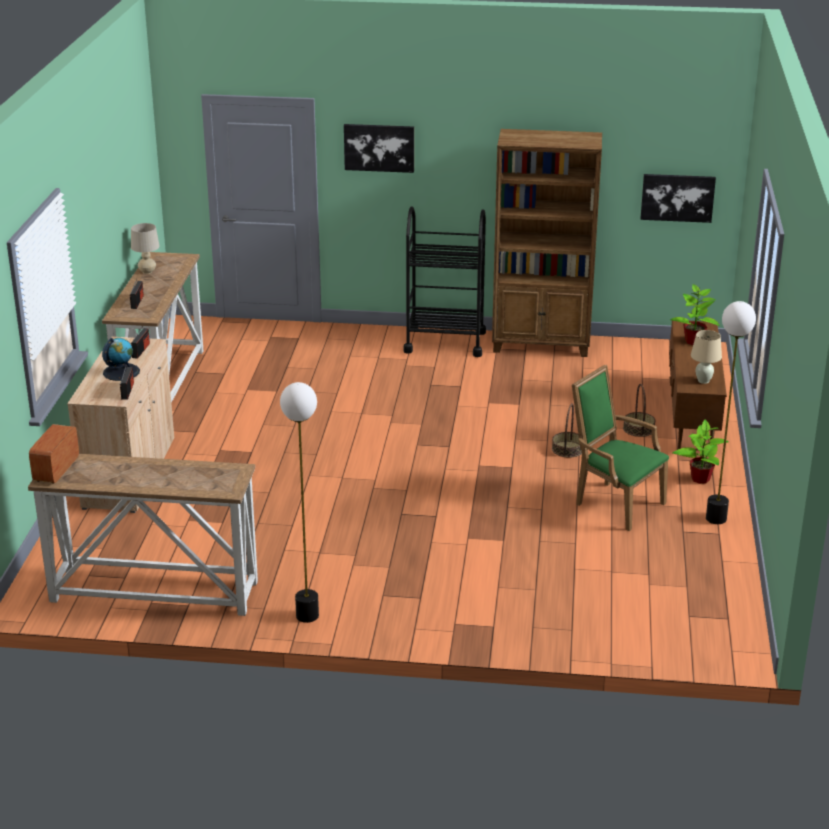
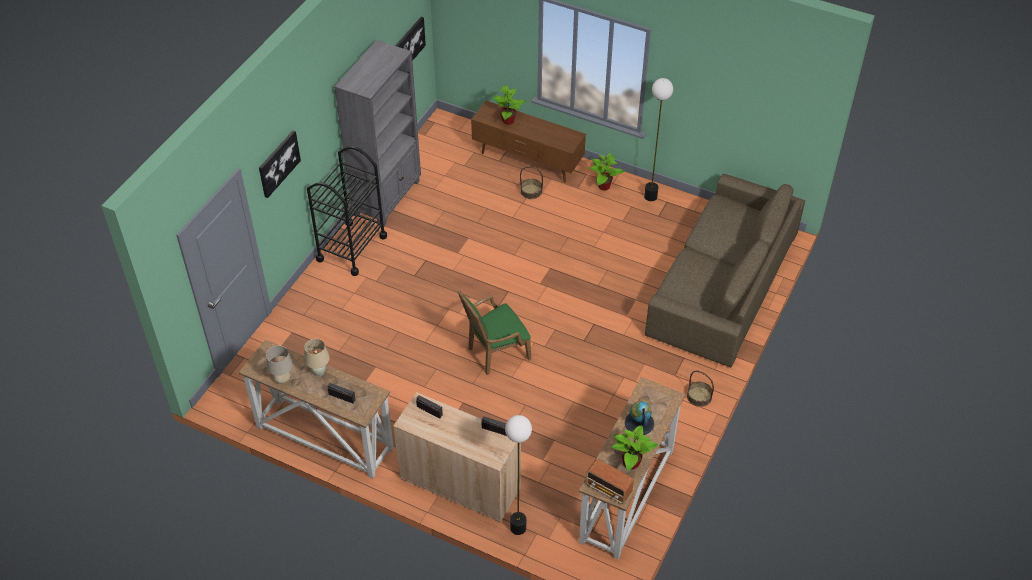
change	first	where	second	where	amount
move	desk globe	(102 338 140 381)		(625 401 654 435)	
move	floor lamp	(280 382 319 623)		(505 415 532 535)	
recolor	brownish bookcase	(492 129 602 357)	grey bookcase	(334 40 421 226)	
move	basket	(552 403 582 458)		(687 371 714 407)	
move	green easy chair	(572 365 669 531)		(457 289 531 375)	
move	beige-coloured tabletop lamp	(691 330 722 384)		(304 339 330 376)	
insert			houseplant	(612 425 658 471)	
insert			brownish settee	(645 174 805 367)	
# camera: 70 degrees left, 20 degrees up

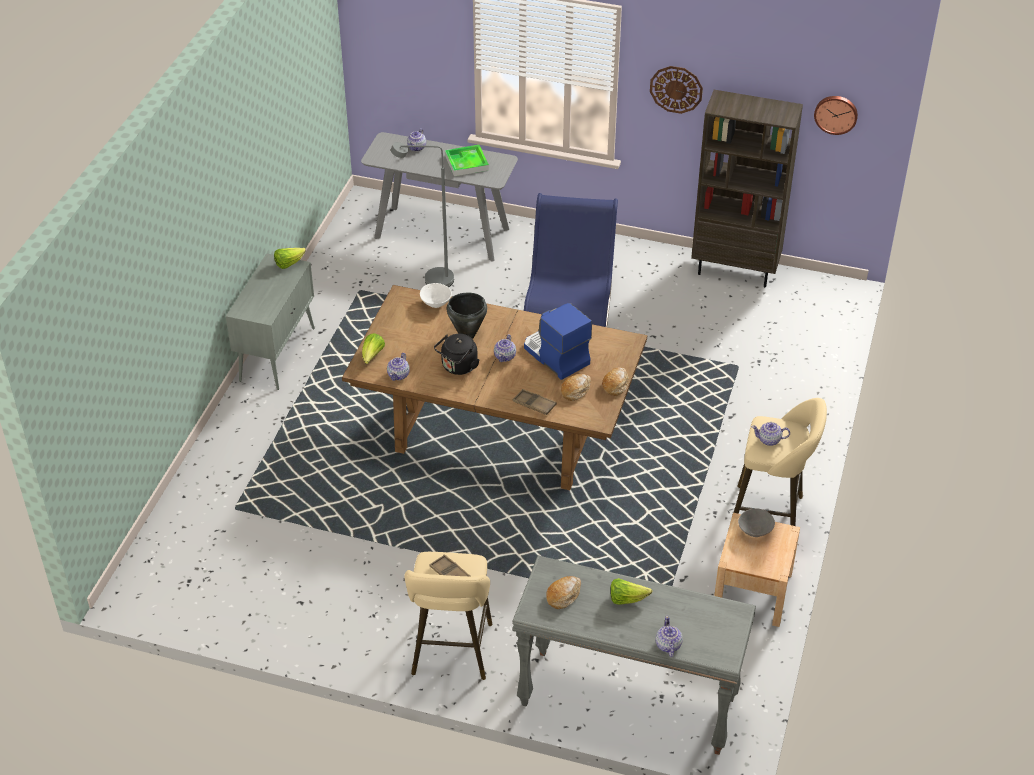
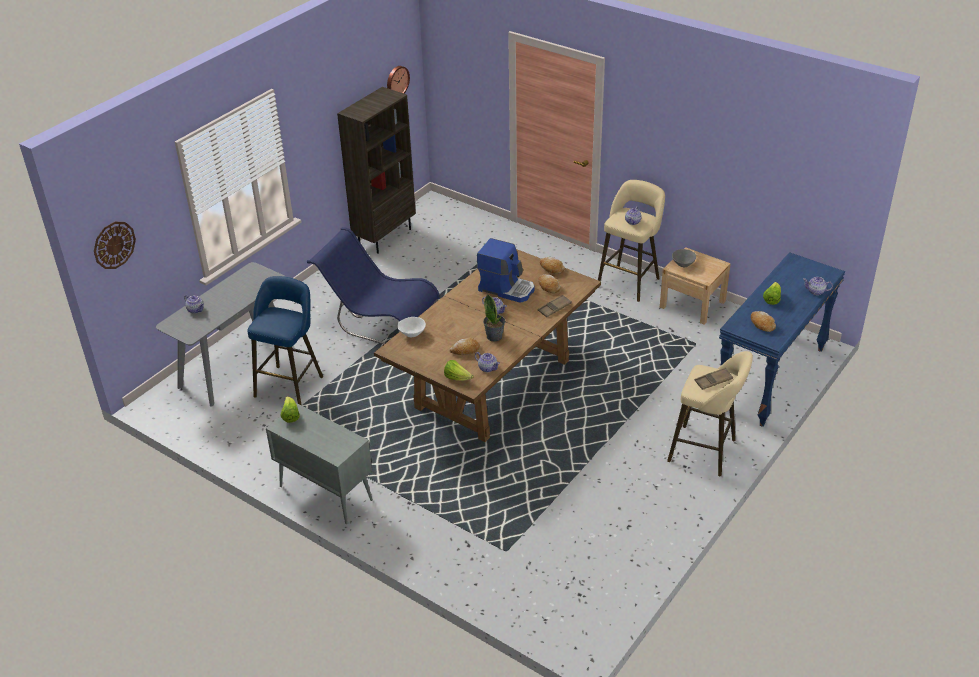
change	first	where	second	where	amount
replace	grey floor lamp	(391 142 454 287)	blue-coloured stool	(247 276 323 405)	
replace	black tea kettle	(434 334 479 375)	houseplant	(483 294 505 342)	
delete	tray	(445 145 489 176)			
delete	black saucepot	(447 293 487 339)			
recolor	grey narrow table	(512 555 756 755)	blue-coloured narrow table	(719 252 845 427)	
rotate	coffee maker	(524 303 592 380)		(477 238 535 303)	135 degrees counterclockwise
move	clock on the wall	(650 66 703 114)		(94 222 136 269)	
insert			bakery bread	(449 338 480 355)	
# camera: 70 degrees left, 5 degrees down

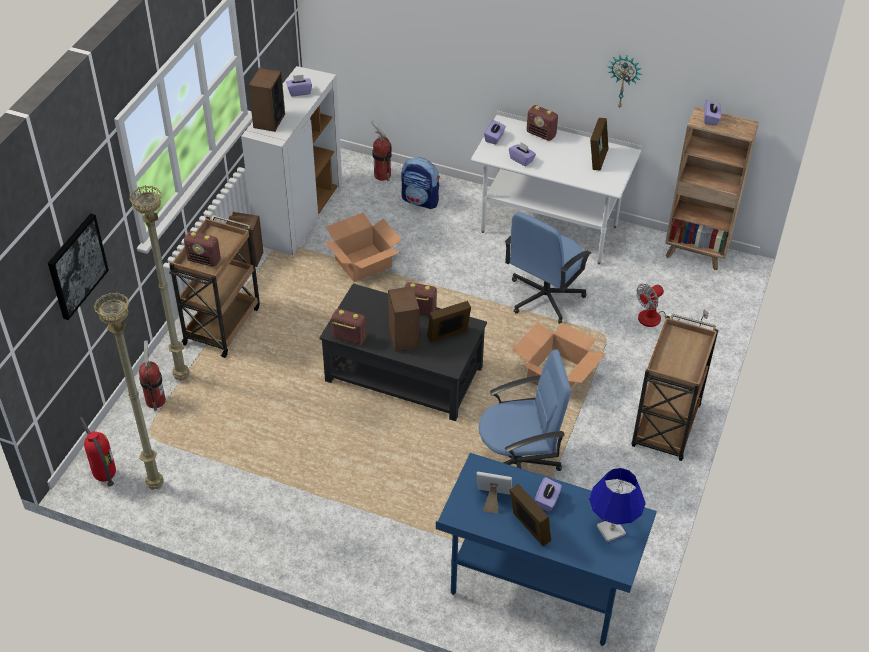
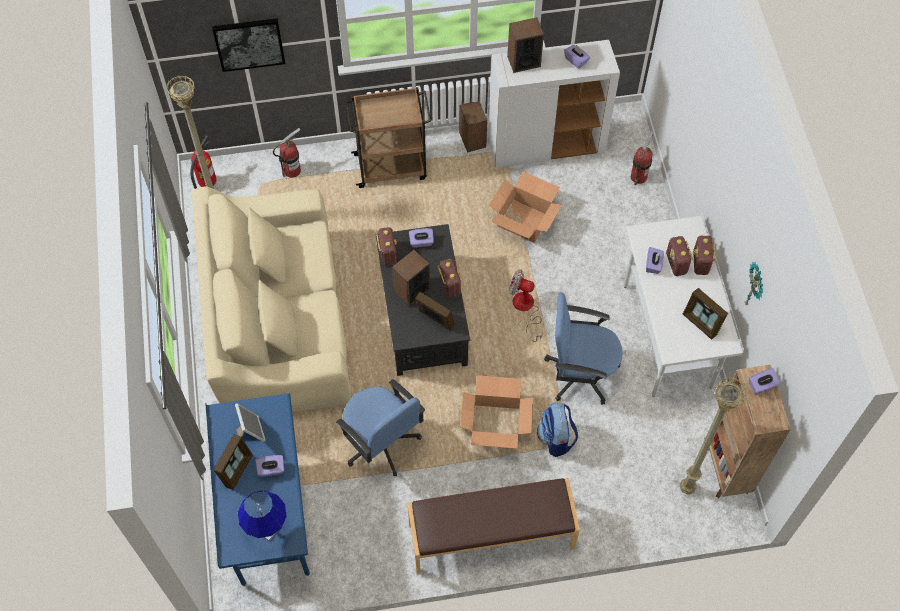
change	first	where	second	where	amount
move	beige-coloured floor lamp	(129 185 189 381)		(680 377 747 495)	
move	radio	(184 231 221 267)		(666 236 693 276)	
move	knapsack	(401 157 440 209)		(537 402 578 457)	
move	purple tissue box	(484 120 506 145)		(409 228 434 248)	
rotate	standing frame	(590 118 609 171)		(683 288 728 339)	60 degrees clockwise
replace	brownish wheeled cart	(632 314 718 461)	brownish long seat	(407 478 580 574)	
move	fan	(636 284 708 327)		(509 269 543 342)	
insert			beige-coloured settee	(192 186 351 413)	
# camera: 60 degrees right, 15 degrees up

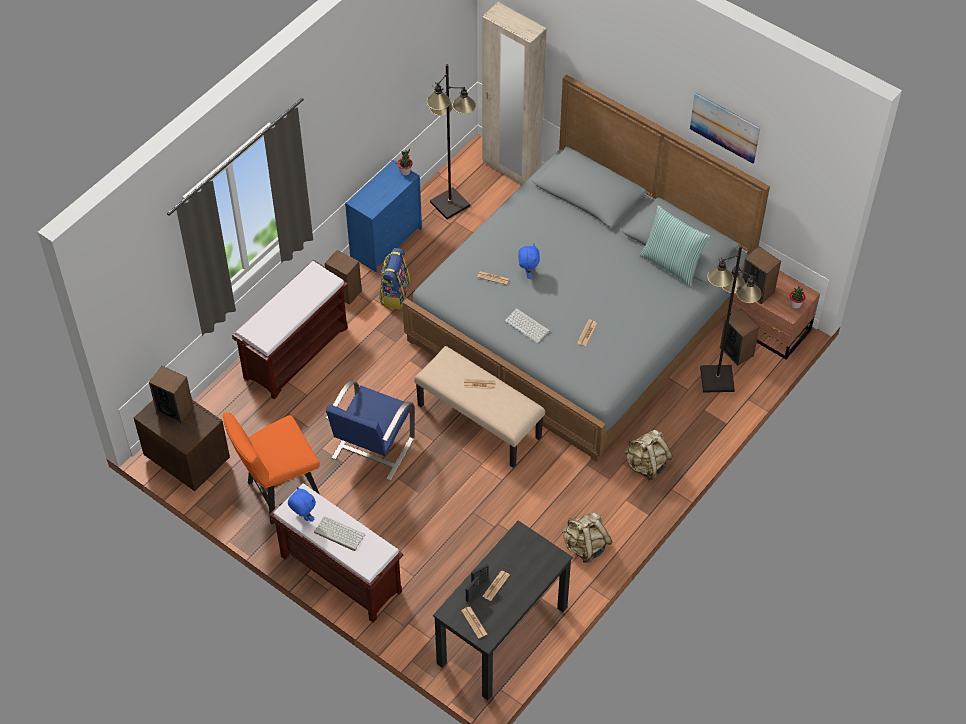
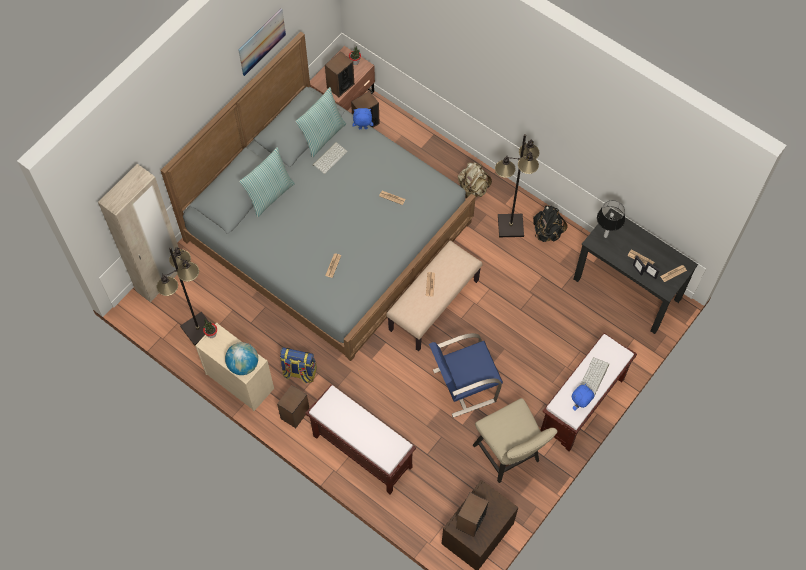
change	first	where	second	where	amount
recolor	orange-coloured plain chair	(223 412 320 525)	beige-coloured plain chair	(473 398 557 483)	
rotate	blue-coloured plain chair	(325 381 415 481)		(429 333 503 418)	135 degrees clockwise
recolor	blue-coloured chest of drawers	(345 160 422 273)	beige-coloured chest of drawers	(195 323 274 411)	
move	keyboard	(505 308 550 343)		(313 142 348 174)	
move	blue-coloured cuddly toy	(518 244 540 279)		(352 108 373 129)	
recolor	beige-coloured knapsack	(562 512 613 563)	black knapsack	(533 206 567 242)	
move	black floor lamp	(700 245 762 393)		(495 134 540 237)	
insert			desk globe	(225 342 258 375)	
insert			cushion	(239 147 295 217)	
insert			tabletop lamp	(597 200 625 238)	
# camera: 90 degrees left, 10 degrees up

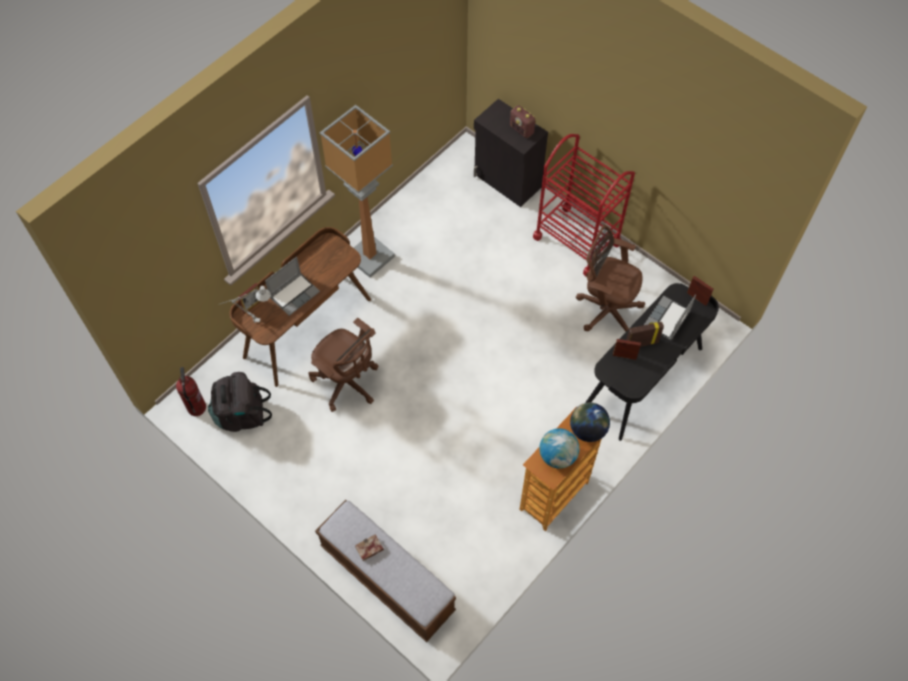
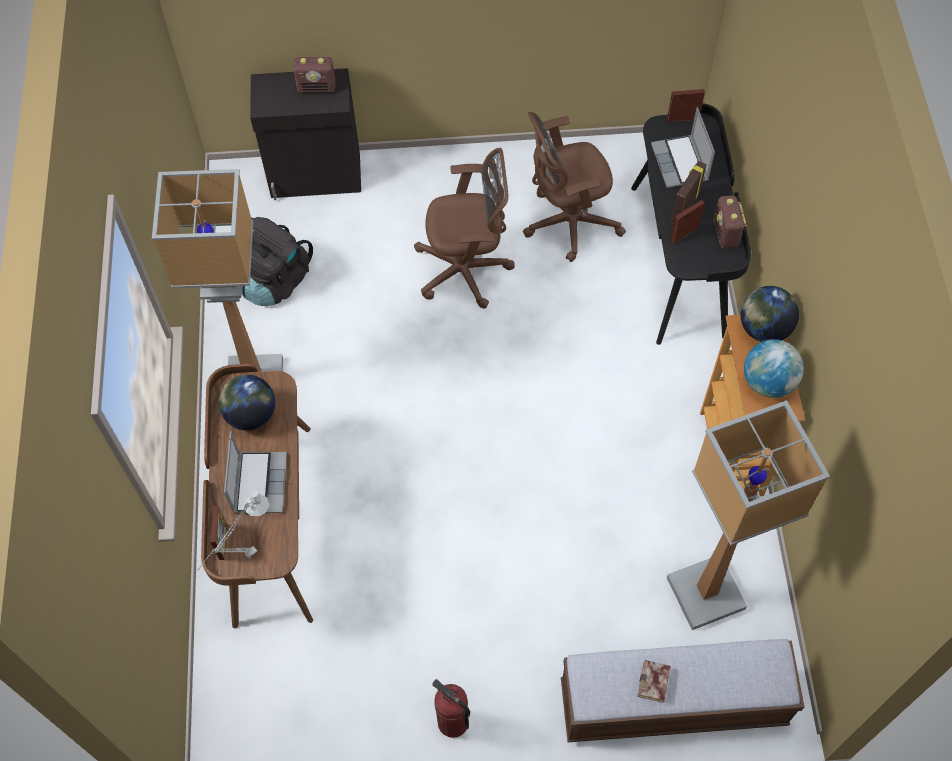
change	first	where	second	where	amount
move	extinguisher	(176 367 206 416)		(432 679 470 738)	
move	black knapsack	(208 372 272 432)		(242 217 313 306)	
move	brownish desk chair	(308 318 379 412)		(414 148 515 308)	
delete	red wheeled cart	(533 134 635 276)			
insert			desk globe	(219 375 275 431)	
insert			floor lamp	(667 400 830 630)	
insert			radio	(713 196 747 248)	
# camera: 45 degrees left, 0 degrees up

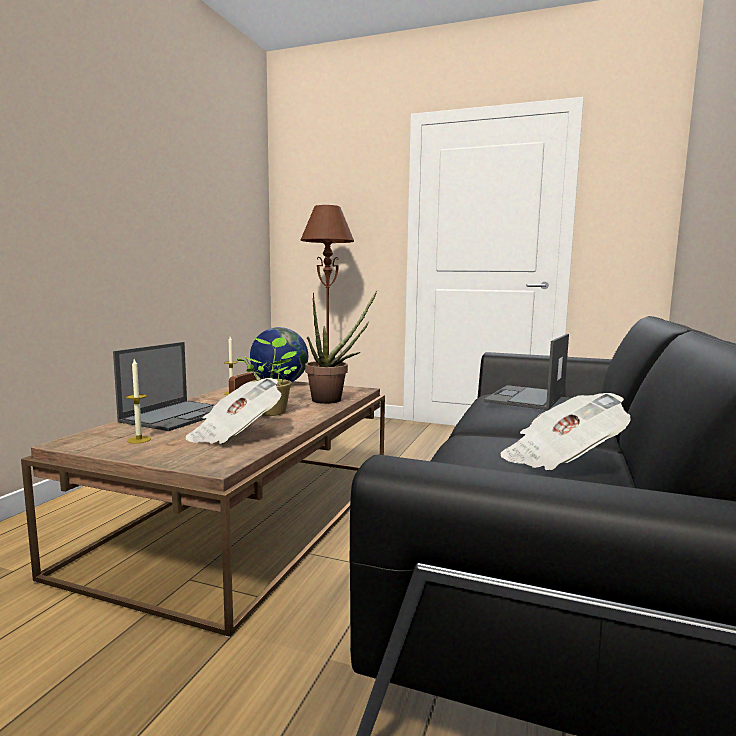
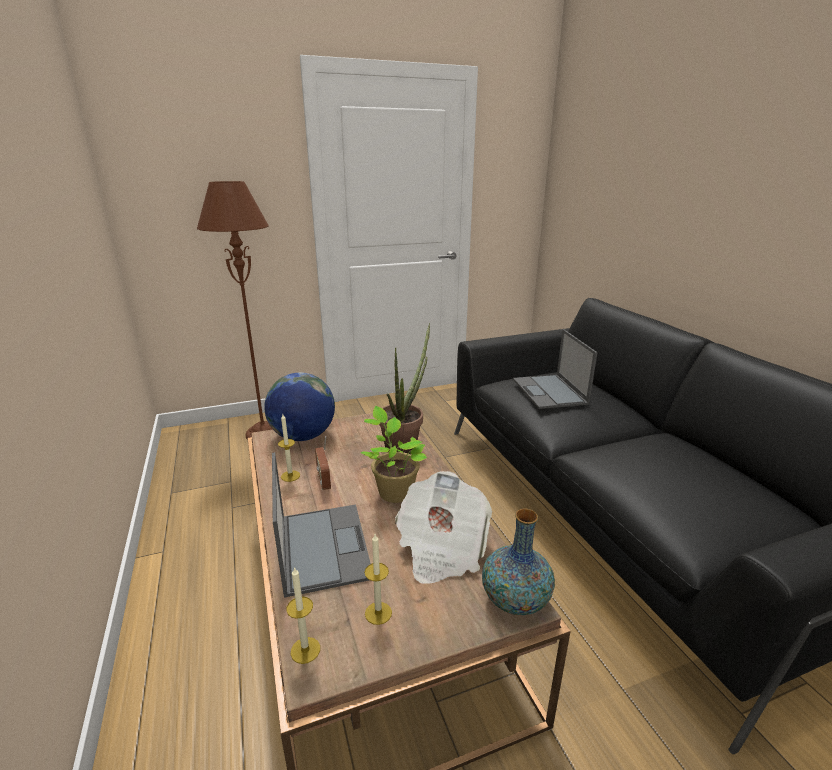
change	first	where	second	where	amount
delete	printed paper	(501 393 631 470)			
insert			candle	(286 567 320 664)	
insert			vase	(482 508 555 615)	
# camera: 40 degrees left, 15 degrees up

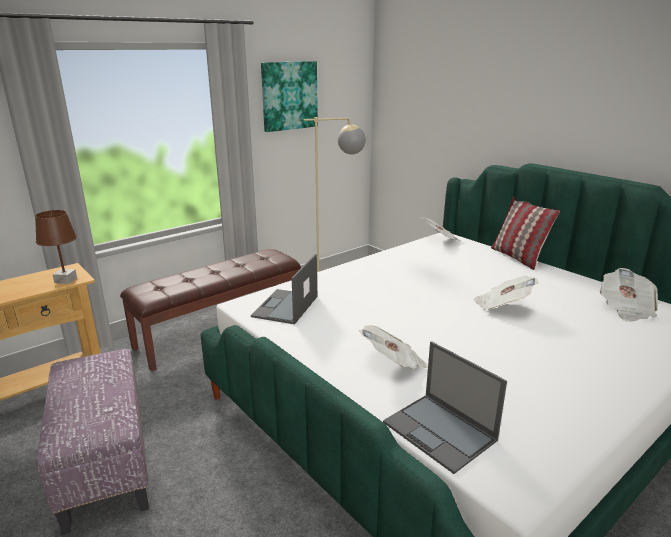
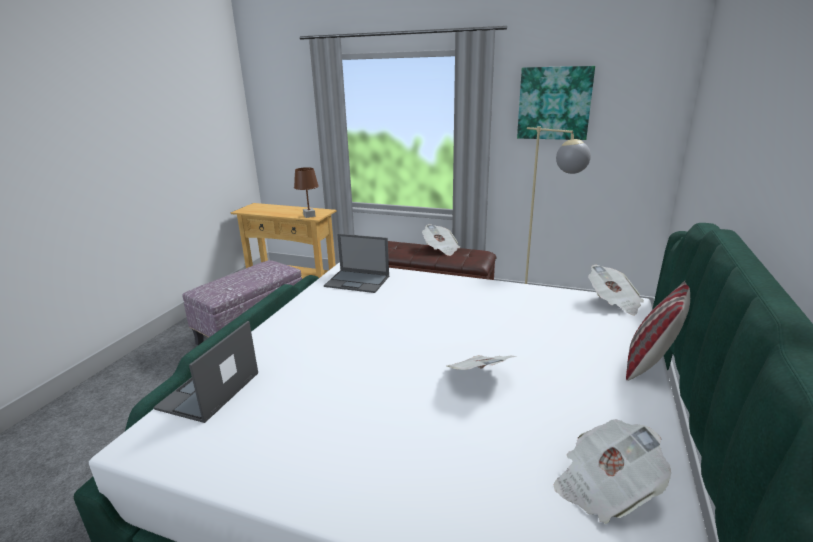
change	first	where	second	where	amount
rotate	laptop	(251 254 317 324)		(324 234 389 293)	150 degrees counterclockwise
move	printed paper	(359 325 428 369)		(422 224 460 256)	
# camera: 60 degrees right, 0 degrees up

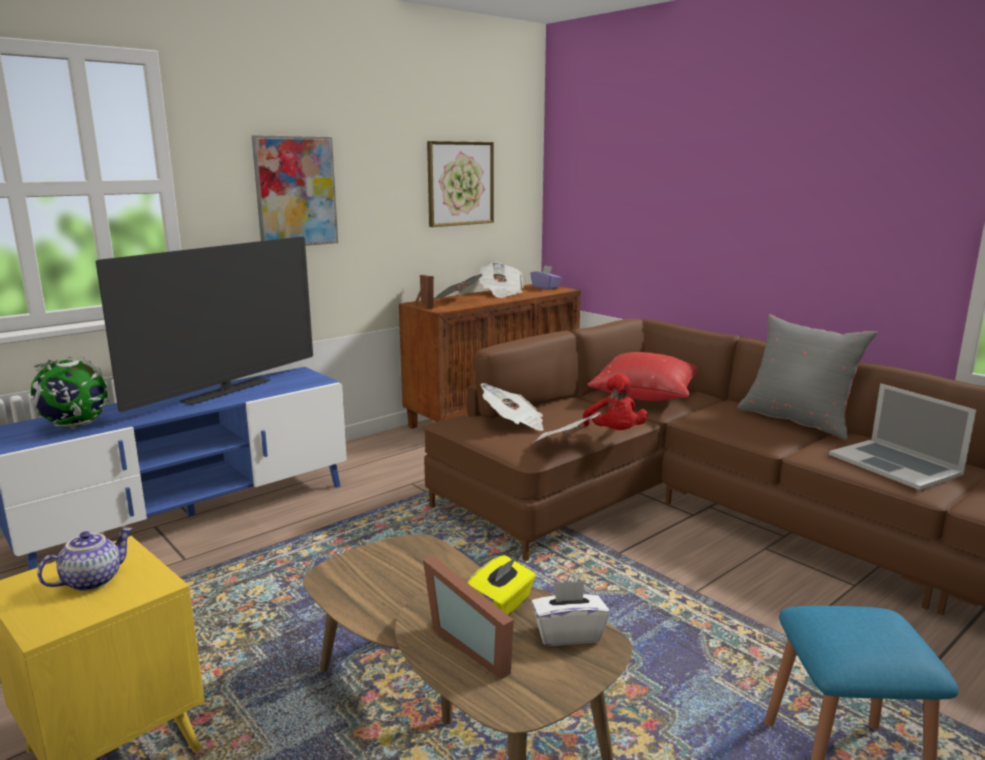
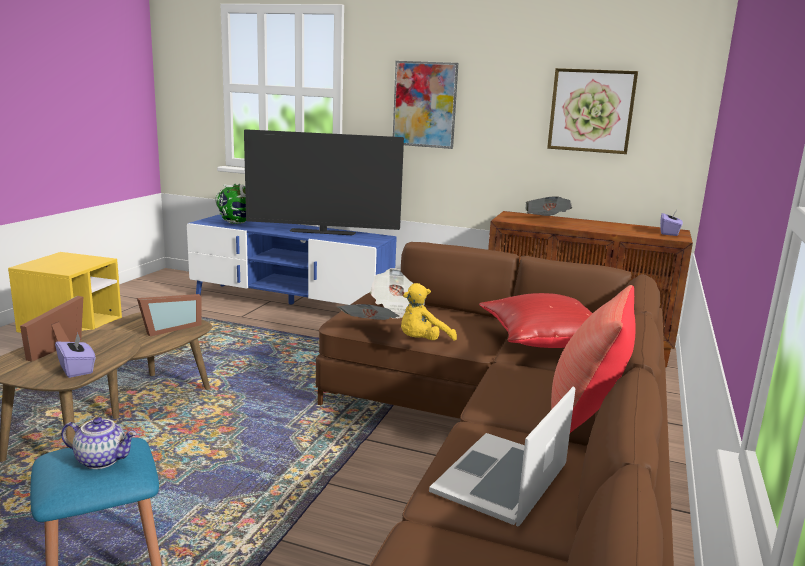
change	first	where	second	where	amount
move	tea pot	(37 528 133 591)		(61 417 137 469)	
move	standing frame	(414 275 434 309)		(137 294 201 336)	
delete	yellowish tissue box	(467 555 536 616)			
delete	printed paper	(478 262 523 298)			
recolor	white-coloured tissue box	(531 581 610 646)	purple tissue box	(55 333 96 378)	
recolor	red cuddly toy	(583 374 648 430)	yellowish cuddly toy	(401 283 457 341)	
recolor	grey cushion	(737 314 878 440)	red cushion	(551 285 636 433)	
# camera: 60 degrees right, 0 degrees up

